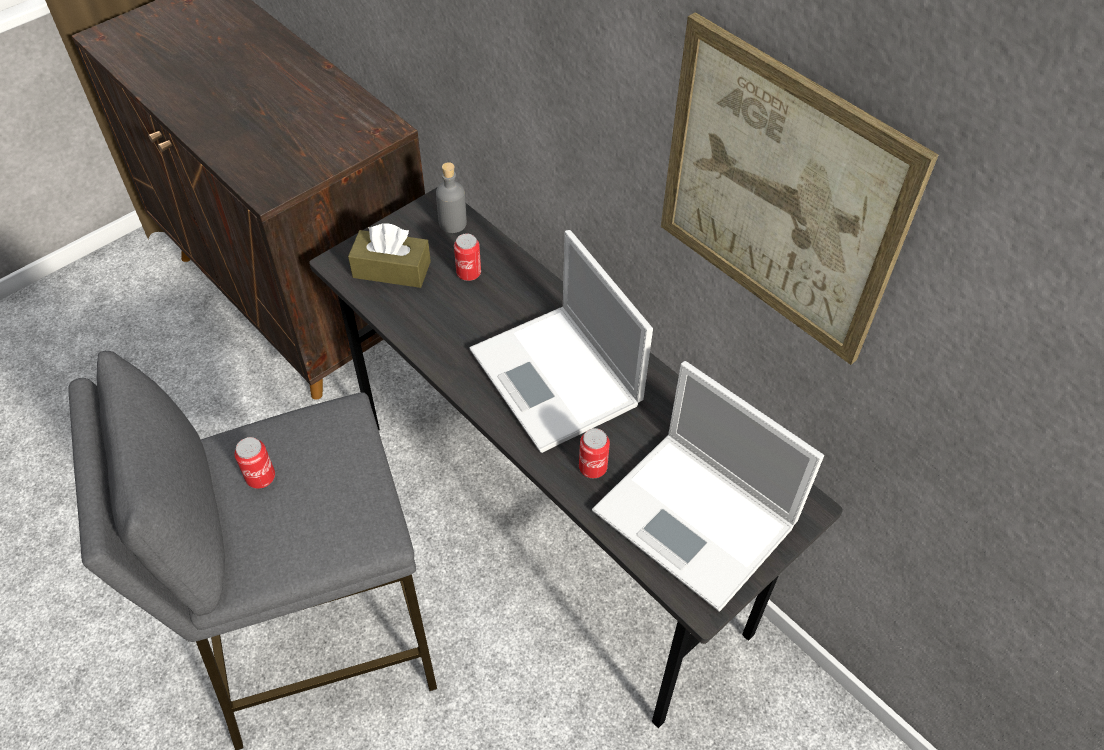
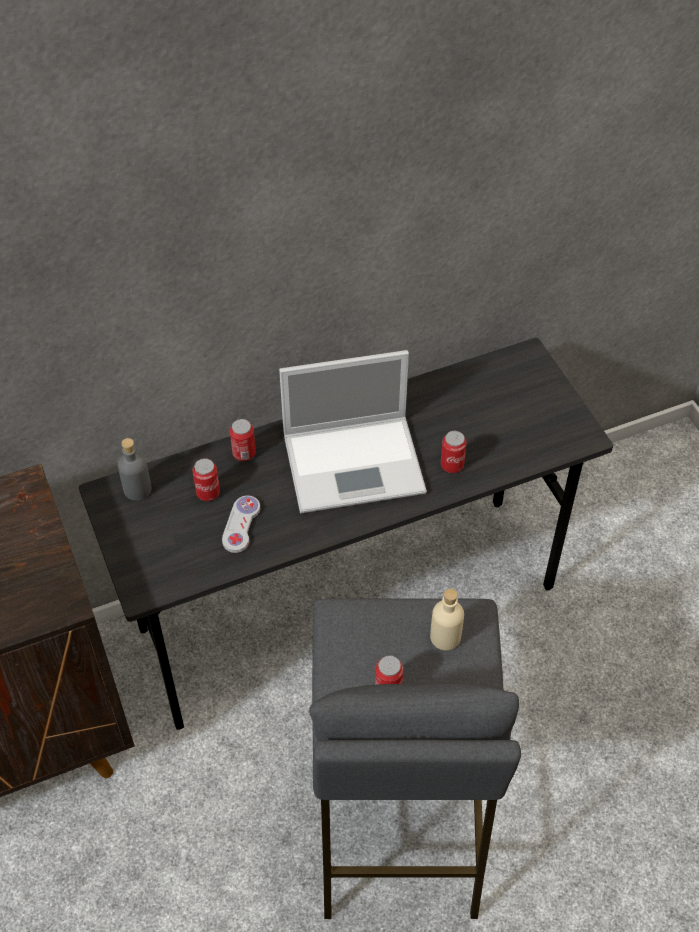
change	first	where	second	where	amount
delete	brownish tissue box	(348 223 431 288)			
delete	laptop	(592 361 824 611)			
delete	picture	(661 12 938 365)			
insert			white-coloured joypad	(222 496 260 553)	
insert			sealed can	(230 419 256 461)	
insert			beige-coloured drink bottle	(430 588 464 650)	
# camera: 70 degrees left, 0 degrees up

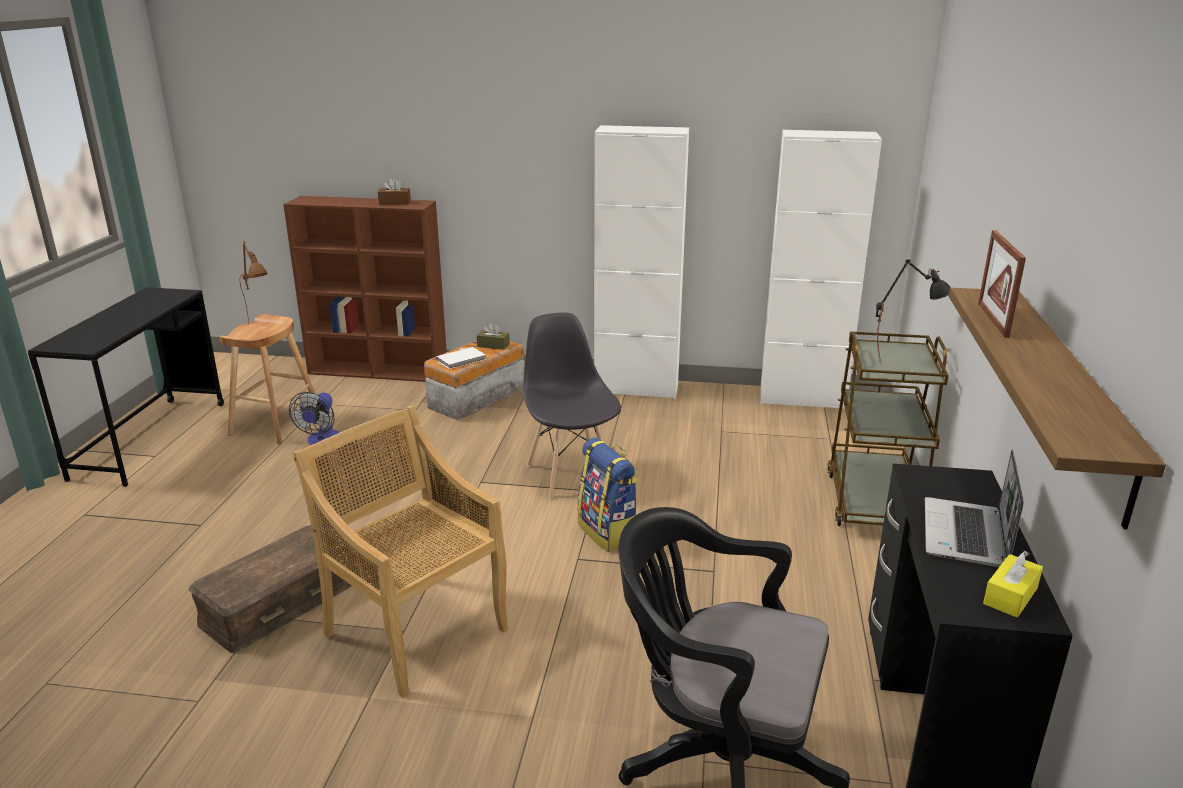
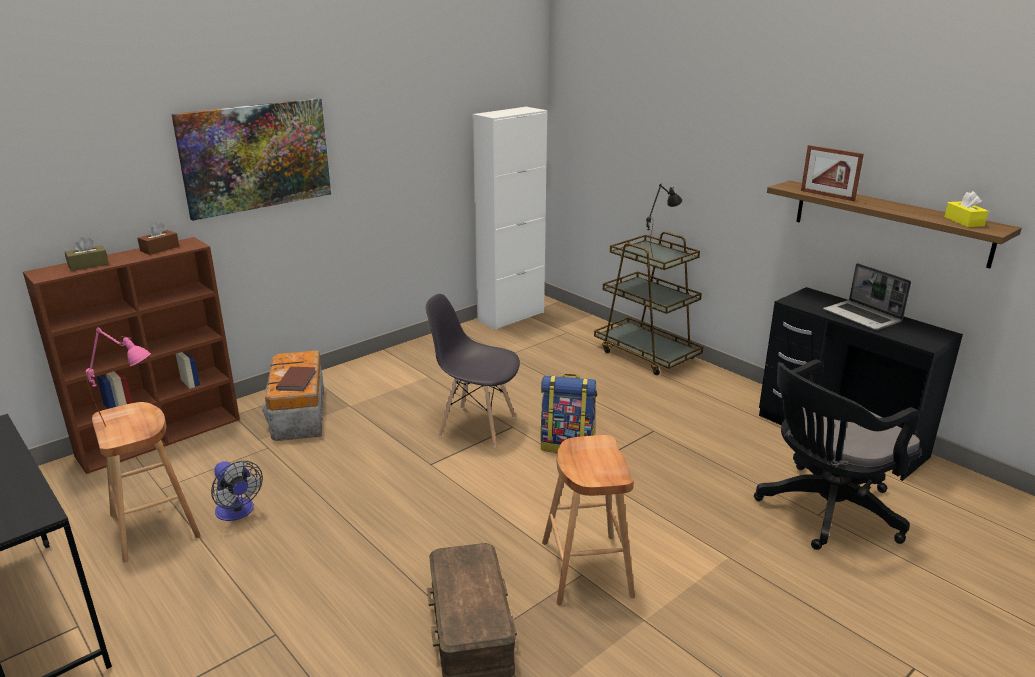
change	first	where	second	where	amount
recolor	brownish tabletop lamp	(239 241 268 323)	pink-coloured tabletop lamp	(86 328 151 426)	
replace	beige-coloured plain chair	(292 405 509 698)	brownish stool	(542 435 635 605)	
recolor	white-coloured book	(436 347 486 369)	brownish book	(276 367 316 391)	
move	brownish tissue box	(477 323 510 350)		(65 237 109 271)	
delete	white-coloured cupboard	(594 125 689 399)			
move	yellowish tissue box	(983 551 1043 618)		(944 191 989 227)	
insert			picture	(171 98 331 221)	
# camera: 50 degrees left, 0 degrees up

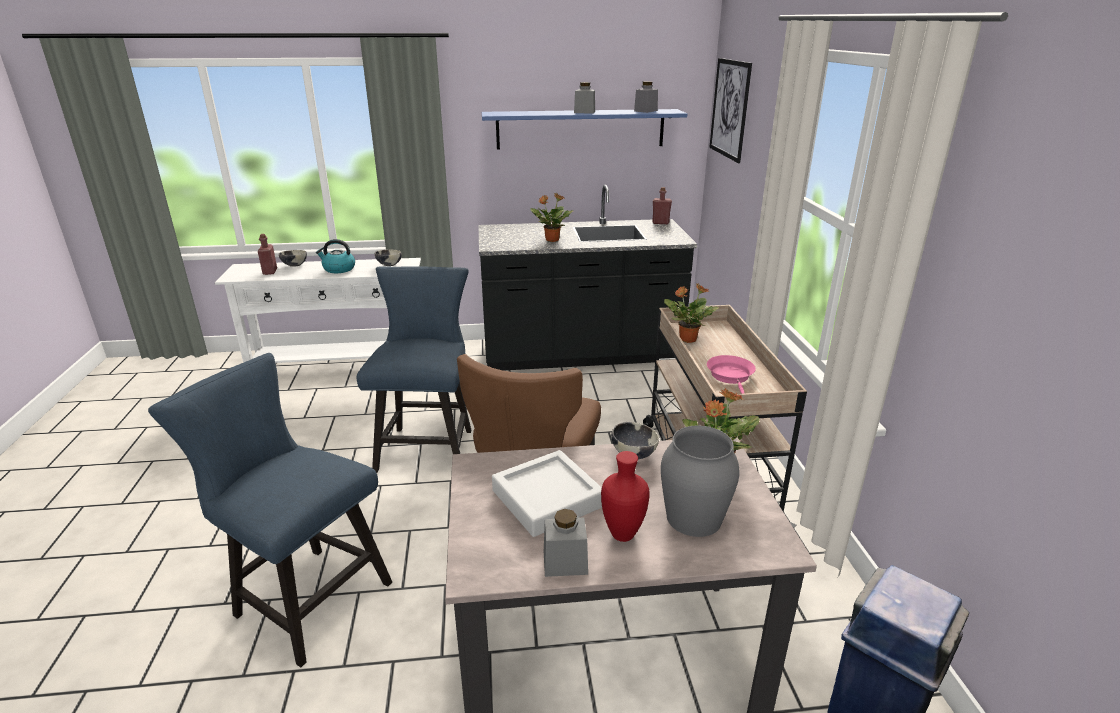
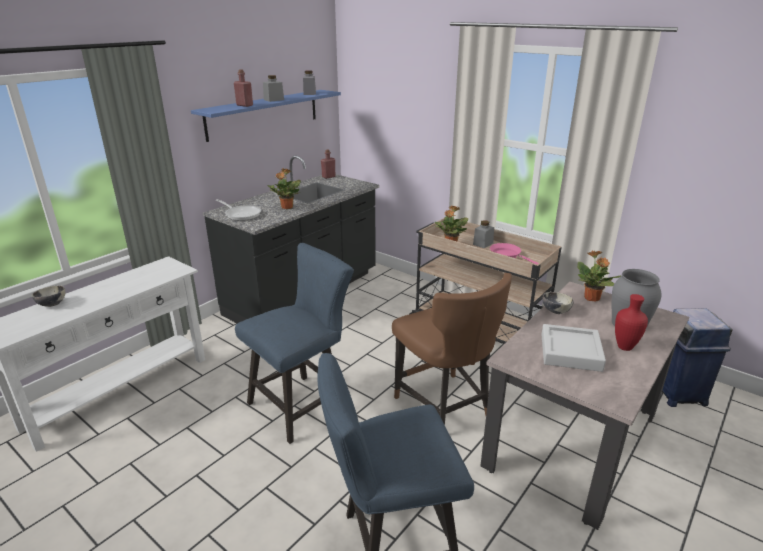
change	first	where	second	where	amount
move	red drink bottle	(258 234 277 275)		(234 69 253 107)	
delete	tea kettle	(316 239 355 273)			
rotate	blue-coloured plain chair	(357 266 471 473)		(235 243 354 444)	90 degrees clockwise
delete	bowl	(375 250 402 266)			
move	grey storage jar	(544 509 588 577)		(473 220 494 248)	
delete	picture	(709 58 752 163)			
insert			skillet	(216 199 261 221)	
# camera: 45 degrees left, 0 degrees up

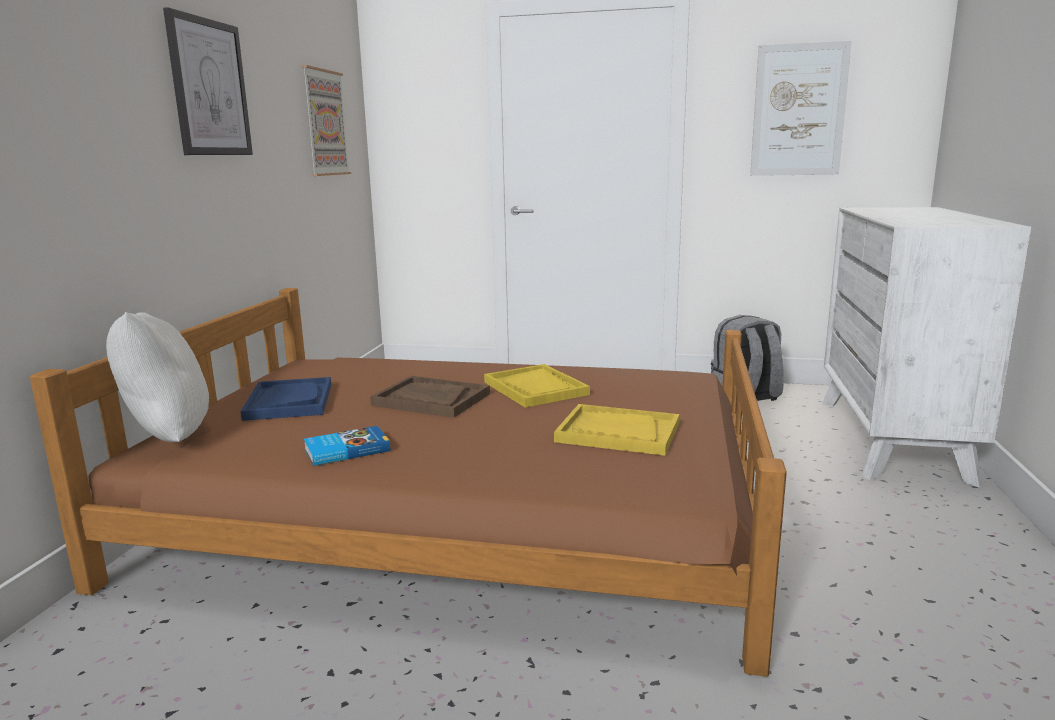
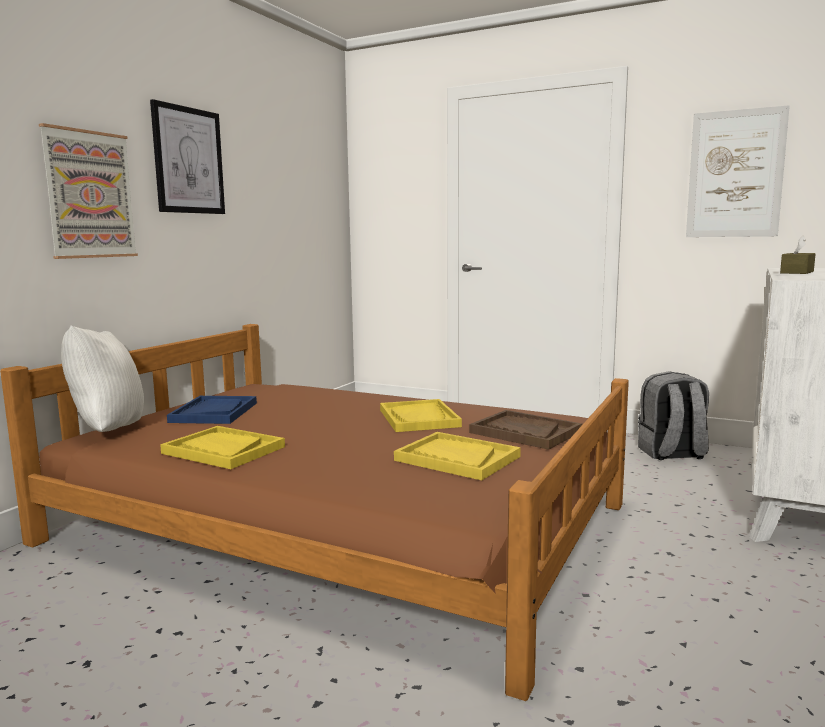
change	first	where	second	where	amount
move	picture	(302 65 351 176)		(39 123 138 259)	
replace	book	(304 426 390 466)	yellowish tray	(160 426 285 469)	
move	brownish tray	(370 376 490 418)		(469 410 582 450)	
insert			brownish tissue box	(780 235 816 274)	
# camera: 15 degrees right, 5 degrees down

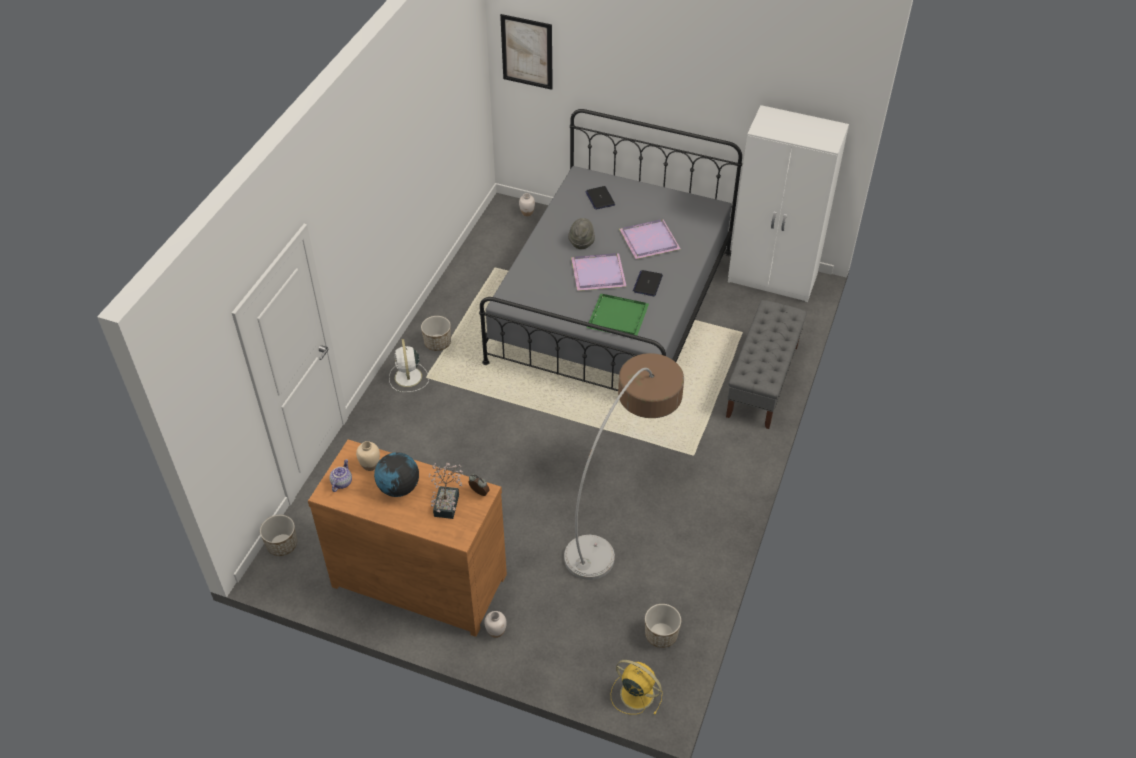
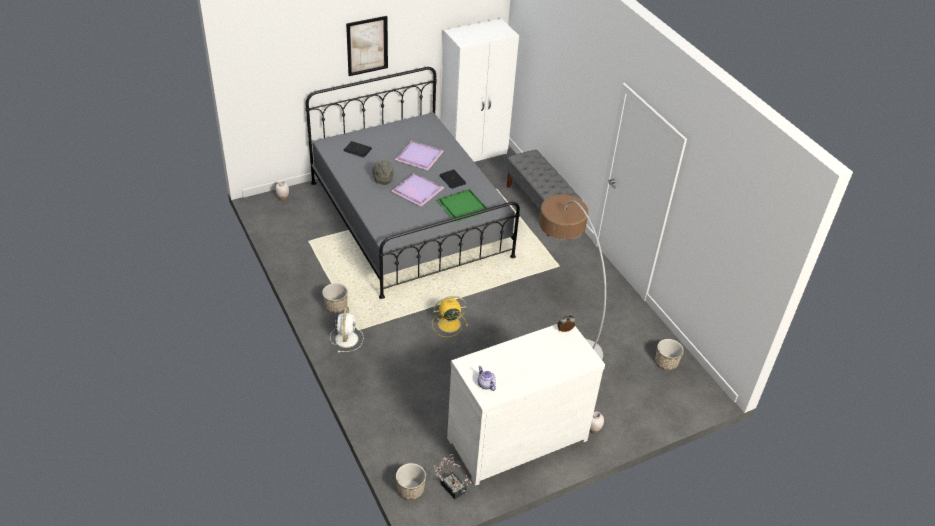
change	first	where	second	where	amount
recolor	brownish chest of drawers	(308 439 507 637)	white-coloured chest of drawers	(447 324 605 486)	
delete	beige-coloured vase	(356 441 380 471)			
delete	desk globe	(374 452 419 497)			
rotate	white-coloured fan	(389 339 429 392)		(330 307 364 352)	120 degrees counterclockwise
move	houseplant	(428 463 463 519)		(434 454 472 499)	
move	picture	(500 14 553 90)		(346 16 388 76)	
move	yellowish fan	(611 660 662 715)		(432 296 468 337)	
# camera: 50 degrees left, 5 degrees down

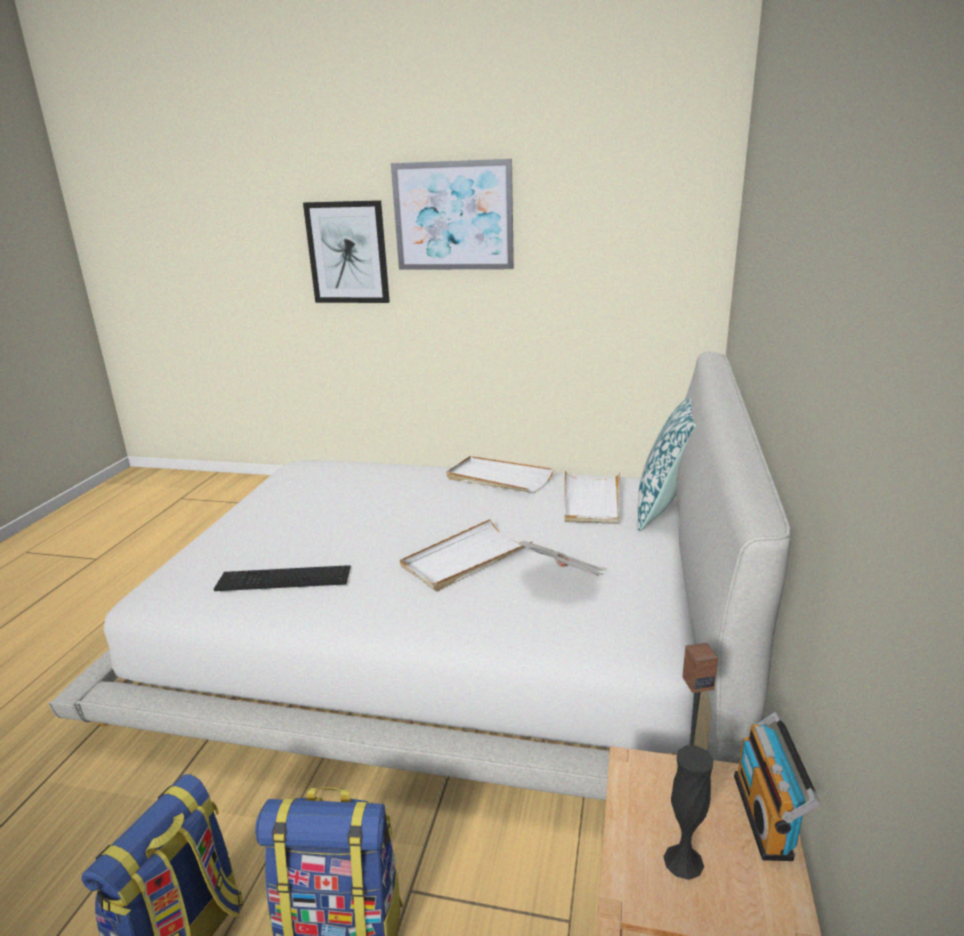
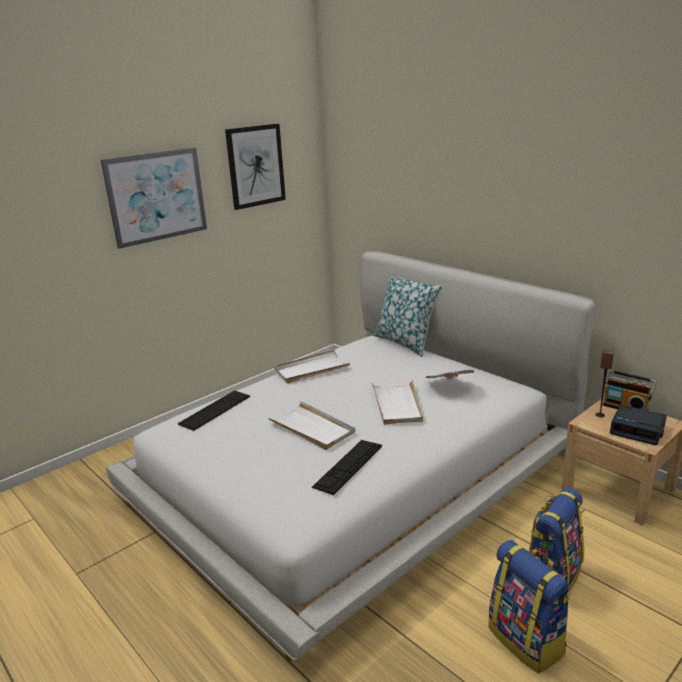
change	first	where	second	where	amount
move	picture	(303 200 390 303)		(225 124 286 210)	
move	white-coloured tray	(565 470 620 524)		(268 401 355 450)	
replace	black vase	(663 746 714 880)	table clock	(610 405 667 445)	
insert			keyboard	(178 390 250 431)	
# camera: 55 degrees left, 0 degrees up

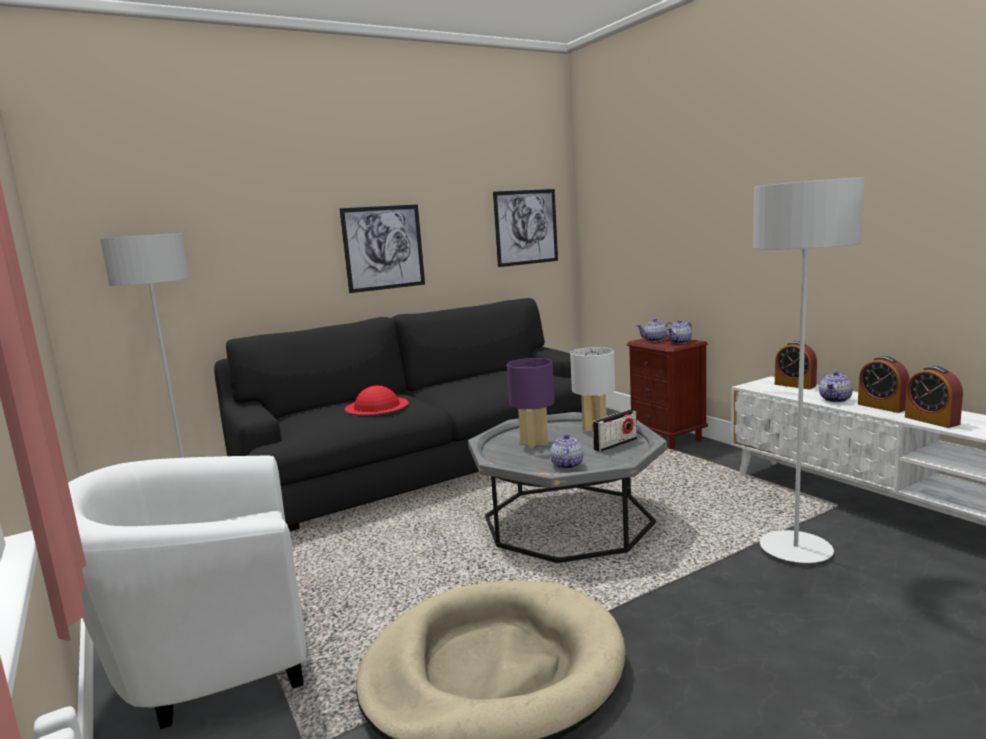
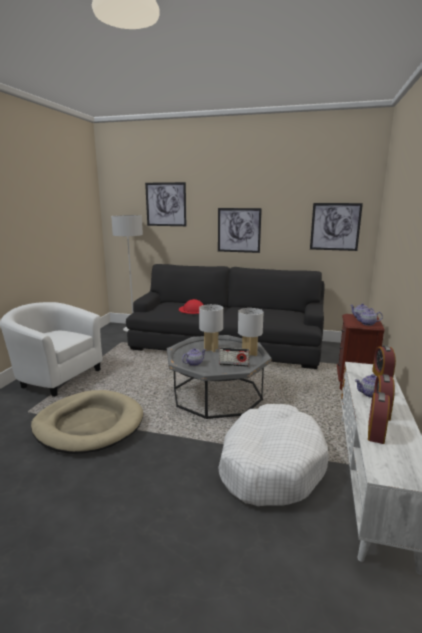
change	first	where	second	where	amount
recolor	purple tabletop lamp	(507 358 554 449)	white-coloured tabletop lamp	(199 304 223 352)	
replace	grey floor lamp	(753 178 865 563)	white-coloured dog bed	(218 404 329 506)	
insert			picture	(145 182 186 226)	
# camera: 45 degrees right, 5 degrees up

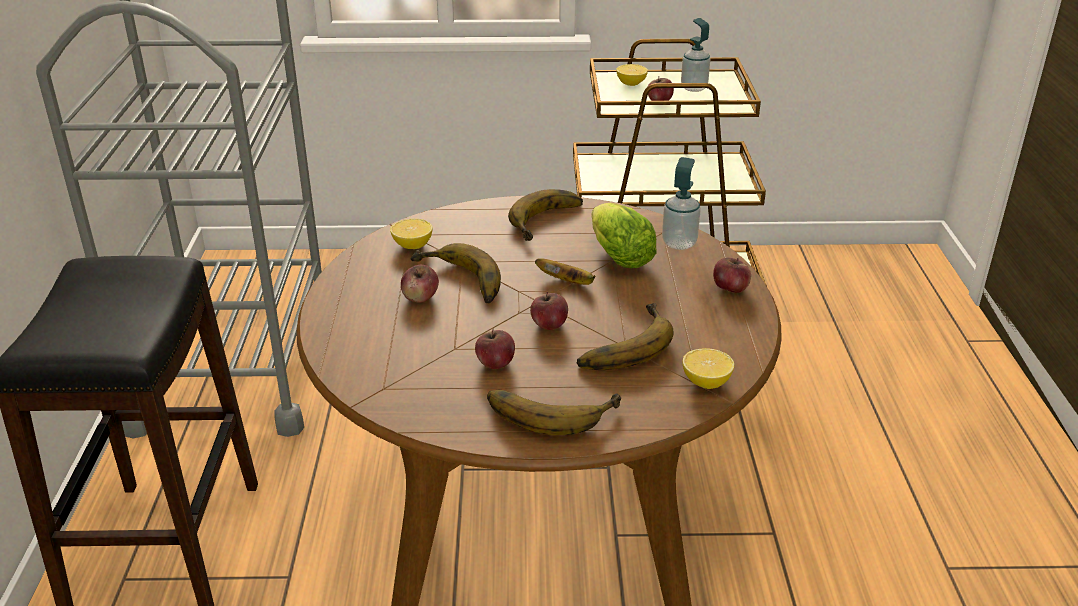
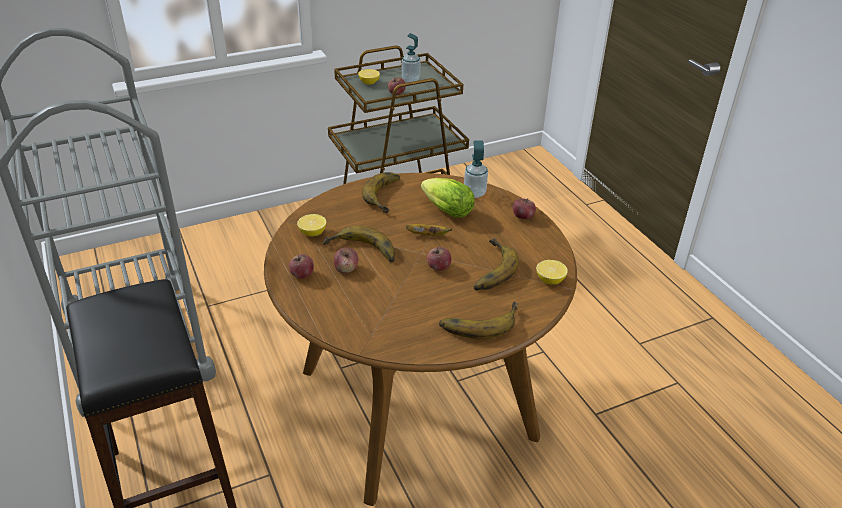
change	first	where	second	where	amount
move	whole apple	(475 329 515 369)		(289 254 314 279)	
# camera: 25 degrees left, 5 degrees up

